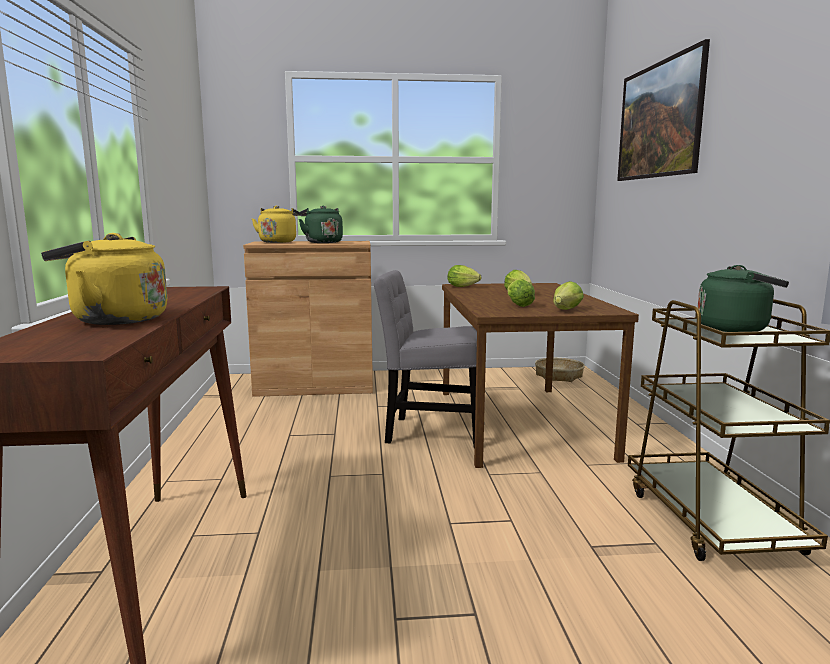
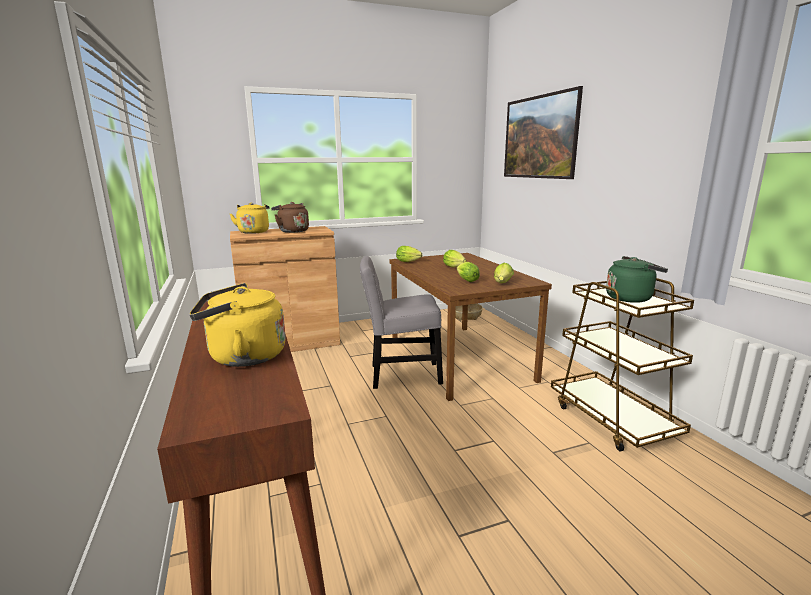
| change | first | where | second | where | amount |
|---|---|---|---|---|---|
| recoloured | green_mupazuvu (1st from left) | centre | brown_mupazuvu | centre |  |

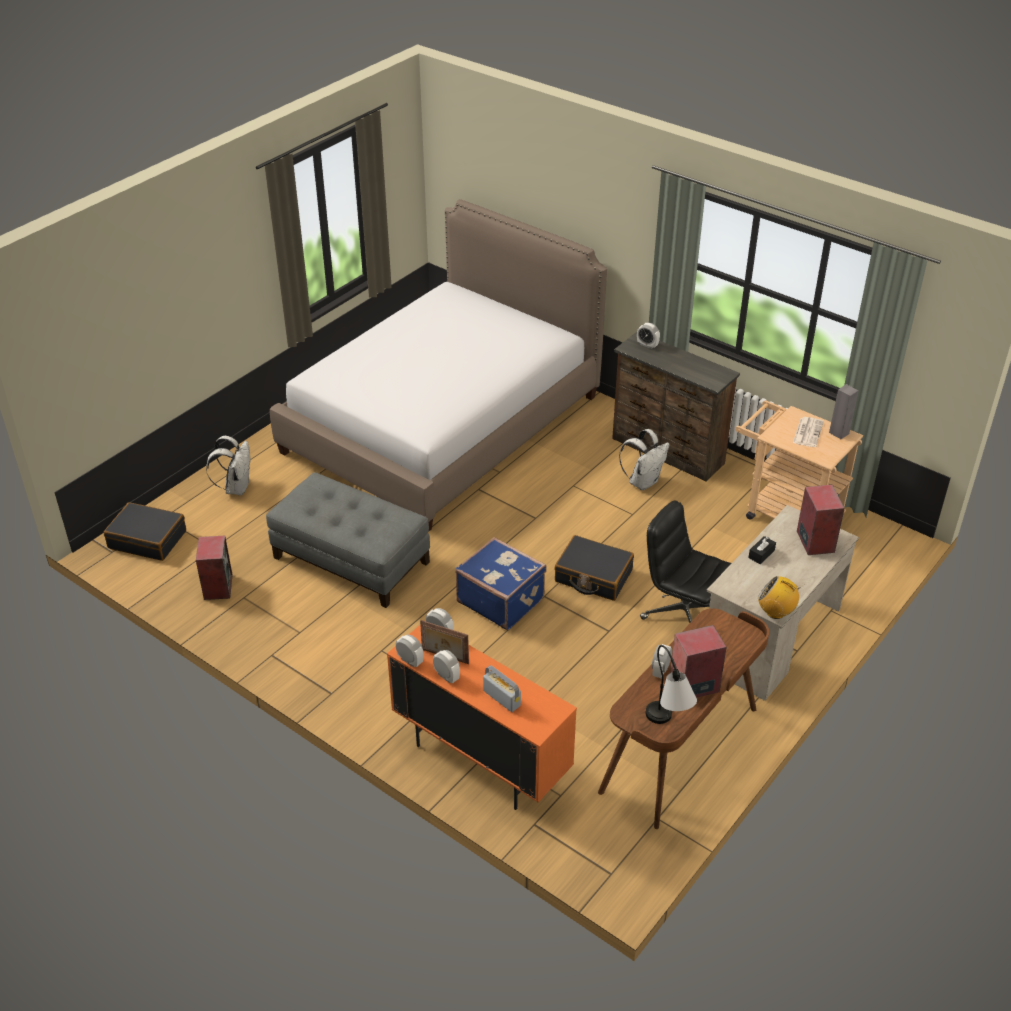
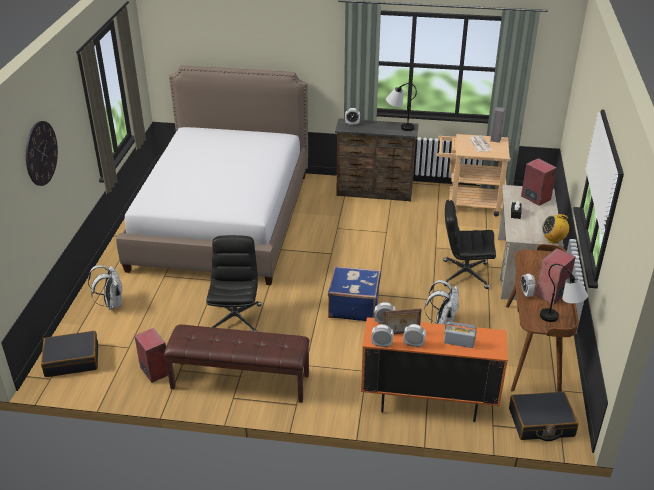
| change | first | where | second | where | amount |
|---|---|---|---|---|---|
| added |  |  | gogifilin | top left |  |
| added |  |  | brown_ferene | bottom centre |  |
| replaced | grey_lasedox | centre | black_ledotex (1st from left) | centre |  |
| added |  |  | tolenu (1st from left) | top centre |  |
| moved | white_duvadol (2nd from left) | centre |  | middle right |  |
| moved | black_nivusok (2nd from left) | centre |  | bottom right |  |

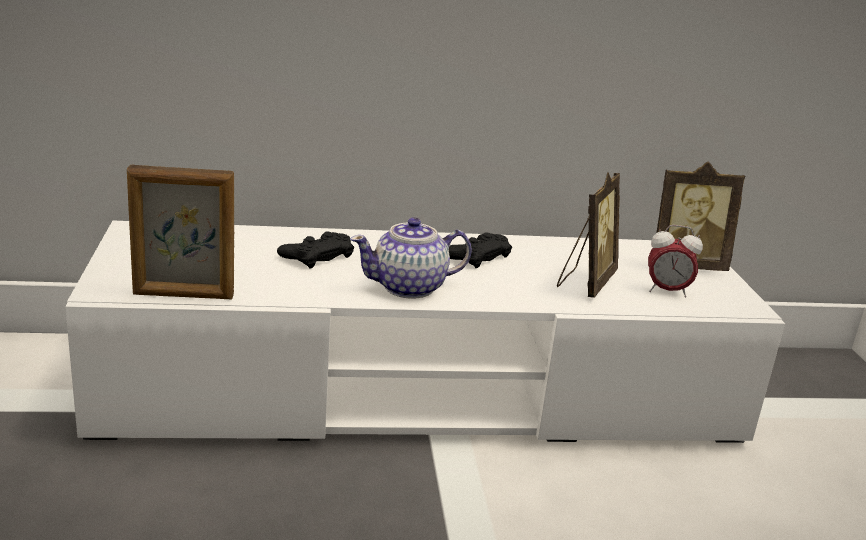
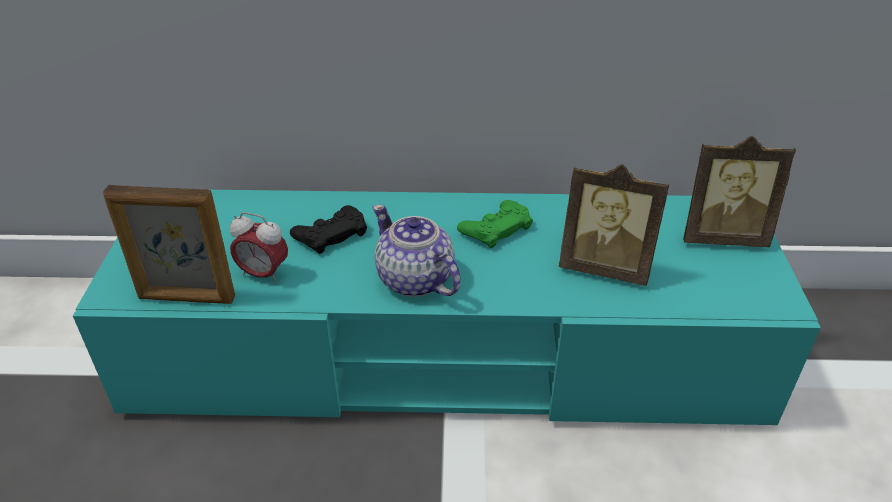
| change | first | where | second | where | amount |
|---|---|---|---|---|---|
| recoloured | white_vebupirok | centre | turquoise_vebupirok | centre |  |
| moved | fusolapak | middle right |  | middle left |  |
| turned | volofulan | centre |  | centre | 60 degrees clockwise |
| recoloured | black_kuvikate (2nd from left) | centre | green_kuvikate | centre |  |
| turned | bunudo (2nd from left) | middle right |  | middle right | 75 degrees clockwise |

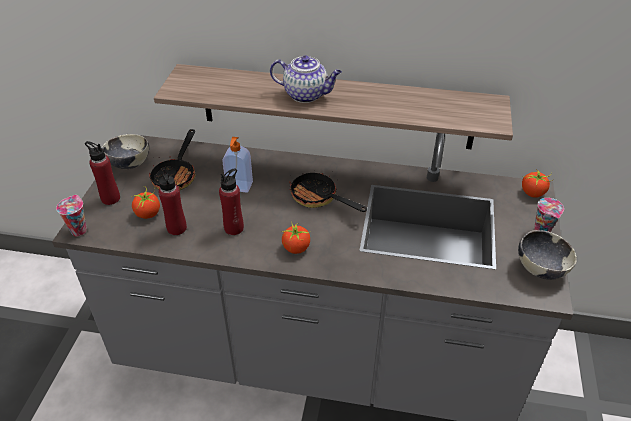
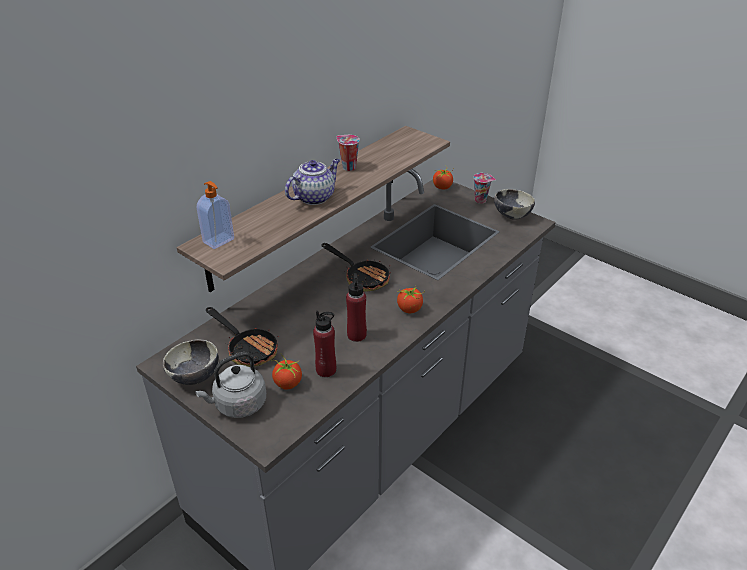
| change | first | where | second | where | amount |
|---|---|---|---|---|---|
| replaced | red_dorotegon (1st from left) | middle left | grey_mupazuvu | bottom left |  |
| moved | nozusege | centre |  | middle left |  |
| turned | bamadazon (2nd from left) | centre |  | centre | 120 degrees counterclockwise |
| moved | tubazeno (1st from left) | middle left |  | top centre |  |

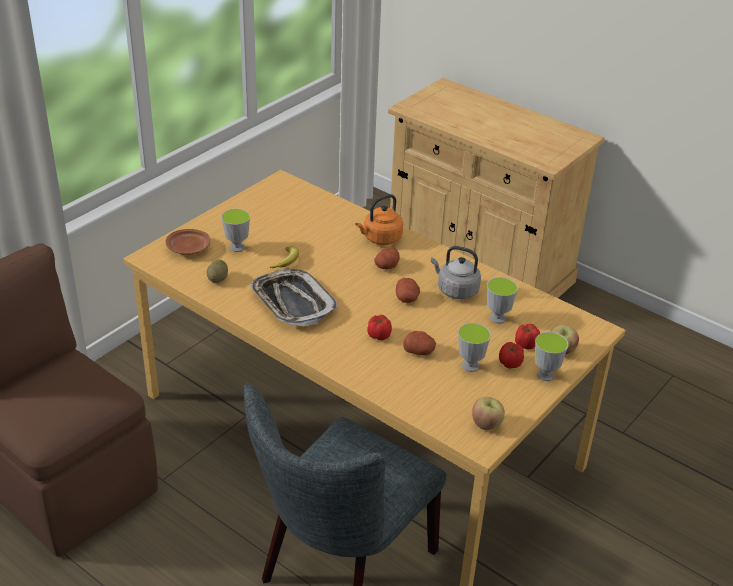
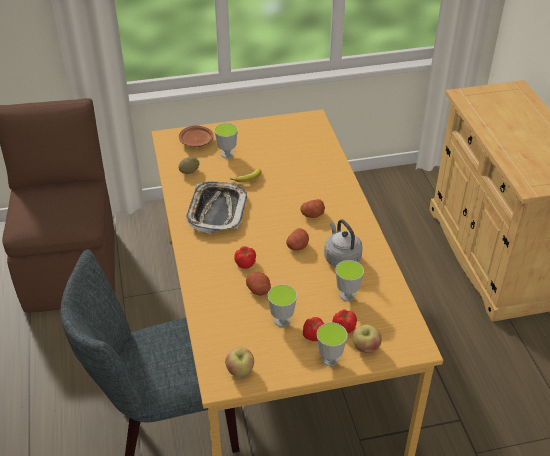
| change | first | where | second | where | amount |
|---|---|---|---|---|---|
| removed | orange_mupazuvu | centre |  |  |  |

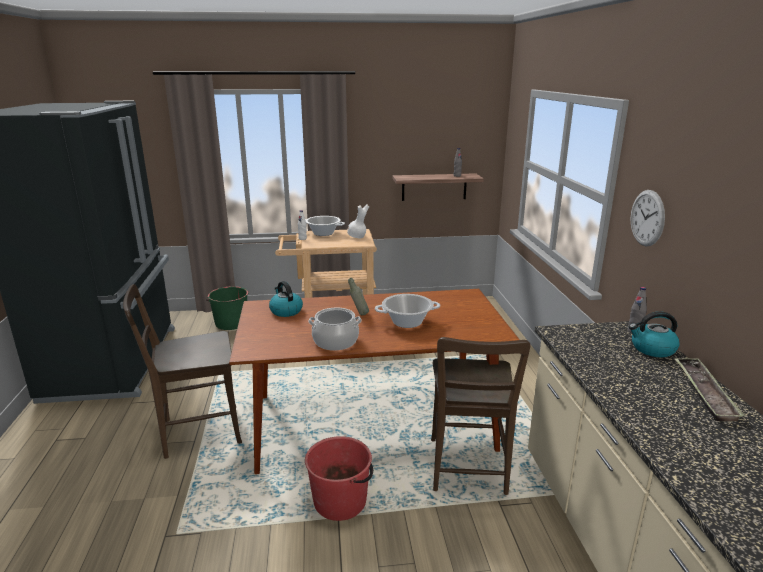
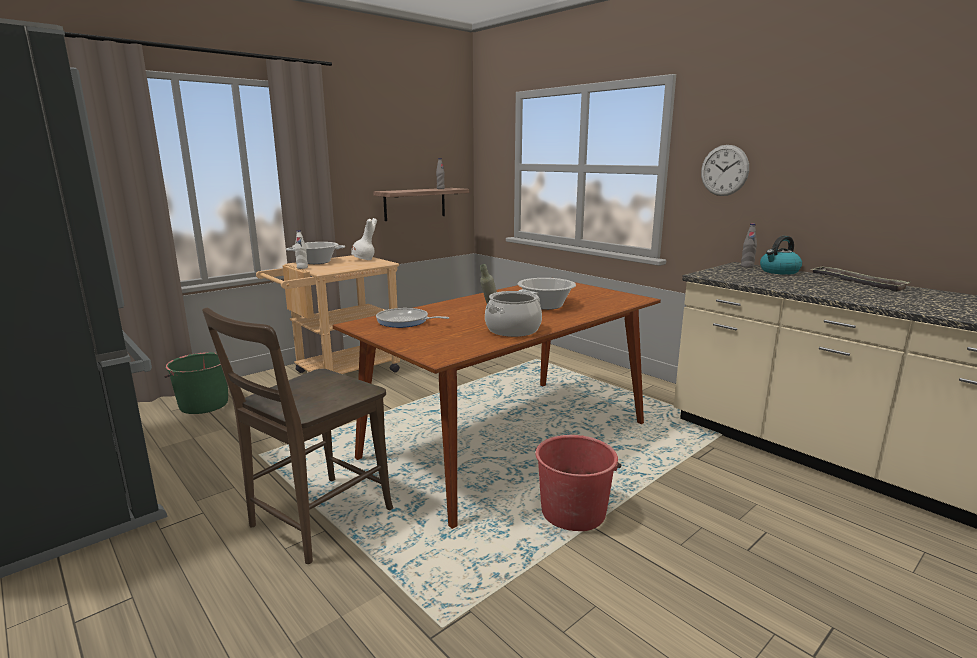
| change | first | where | second | where | amount |
|---|---|---|---|---|---|
| replaced | mupazuvu (1st from left) | centre | bamadazon | centre |  |
| removed | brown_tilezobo (2nd from left) | bottom centre |  |  |  |

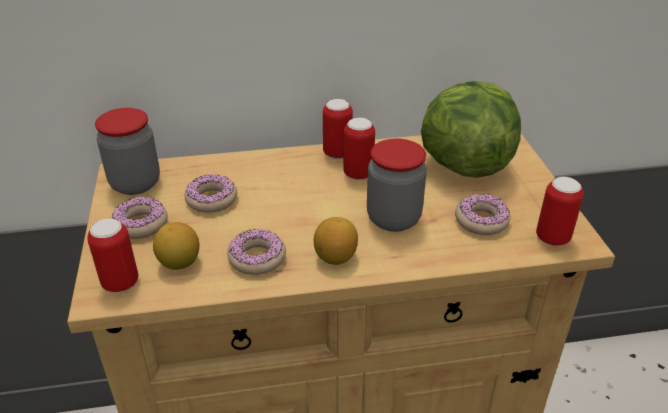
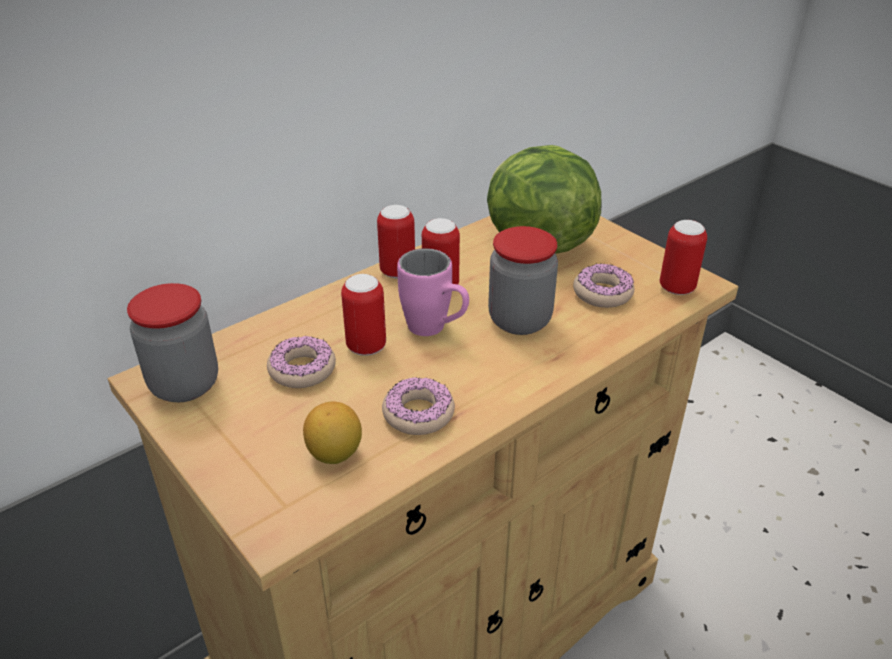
| change | first | where | second | where | amount |
|---|---|---|---|---|---|
| moved | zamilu (1st from left) | middle left |  | centre |  |
| added |  |  | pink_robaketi | centre |  |
| removed | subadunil (1st from left) | middle left |  |  |  |
| removed | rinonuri (2nd from left) | centre |  |  |  |

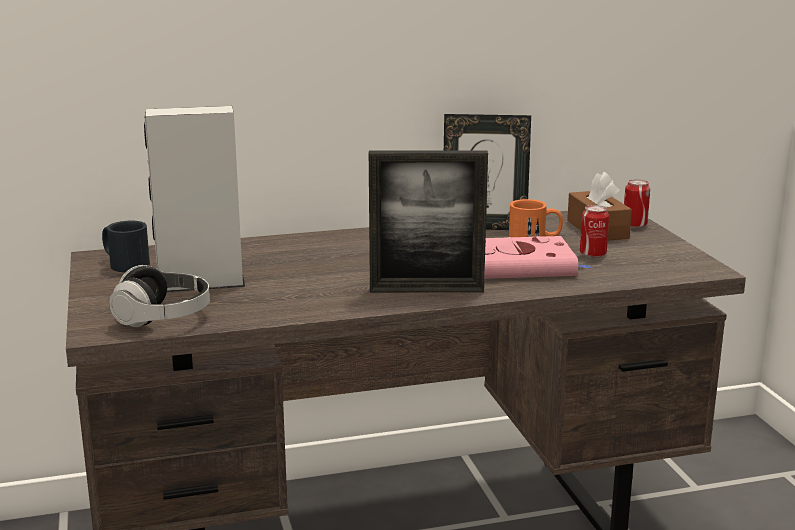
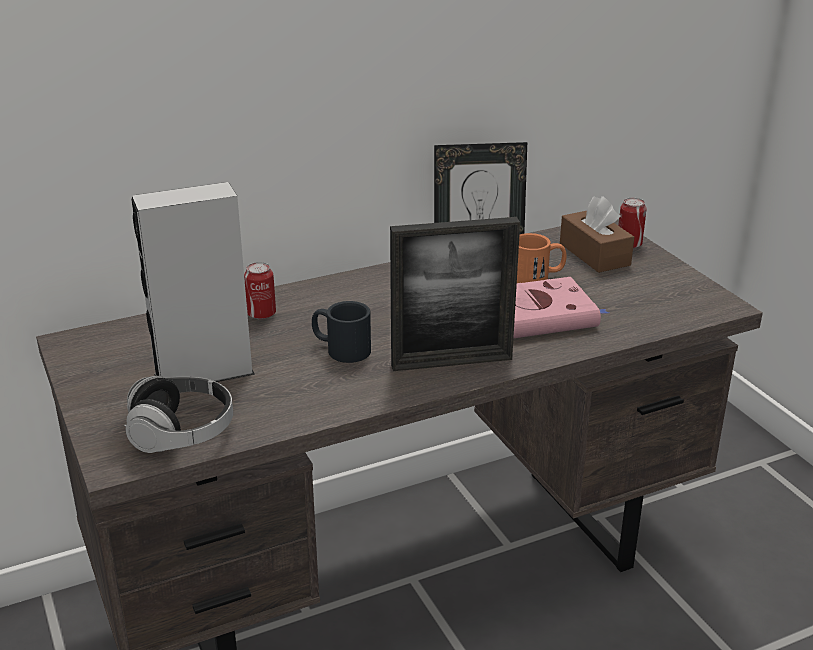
| change | first | where | second | where | amount |
|---|---|---|---|---|---|
| moved | zamilu (1st from left) | middle right |  | middle left |  |
| moved | black_robaketi | middle left |  | centre |  |

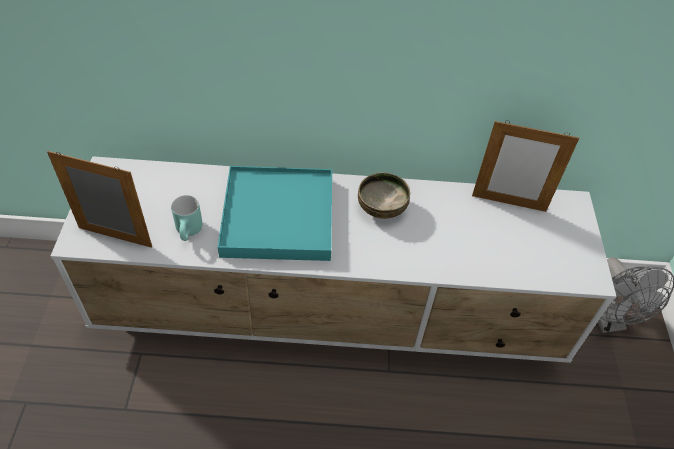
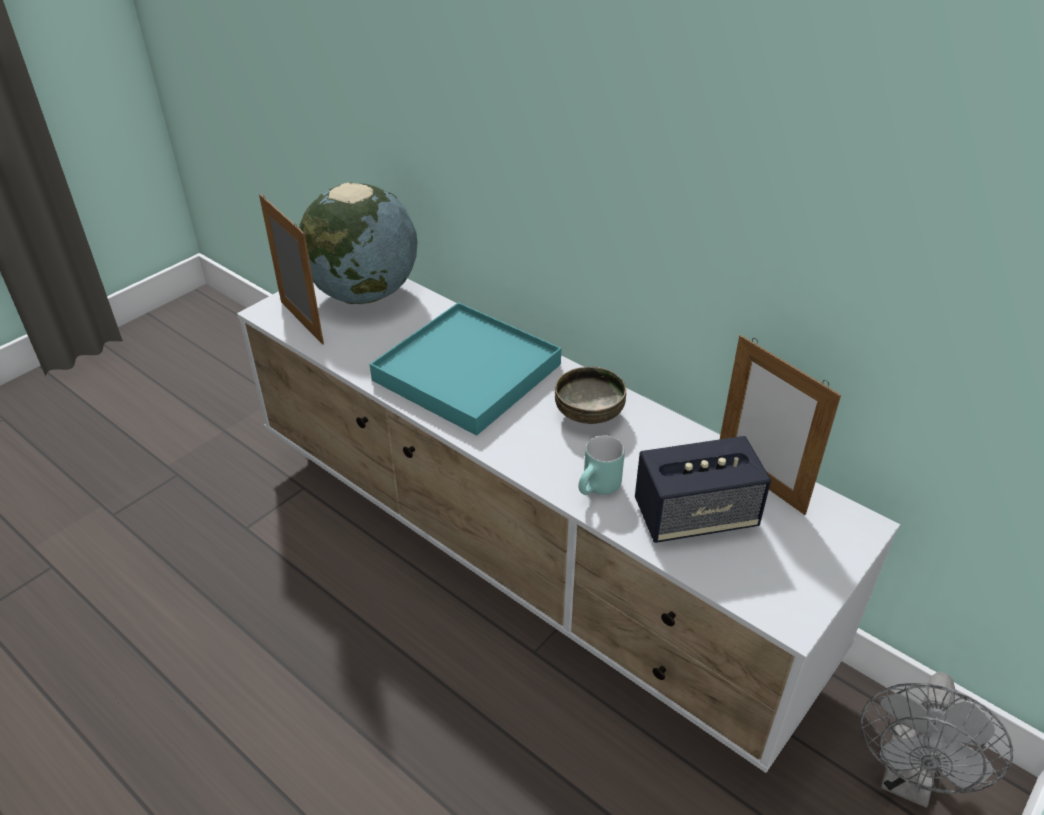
| change | first | where | second | where | amount |
|---|---|---|---|---|---|
| added |  |  | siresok | top centre |  |
| moved | turquoise_robaketi | middle left |  | centre |  |
| added |  |  | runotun | middle right |  |

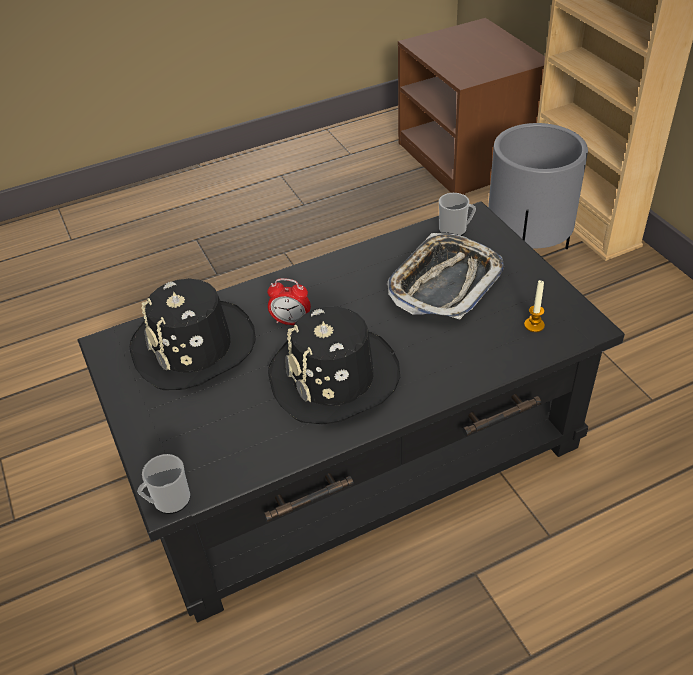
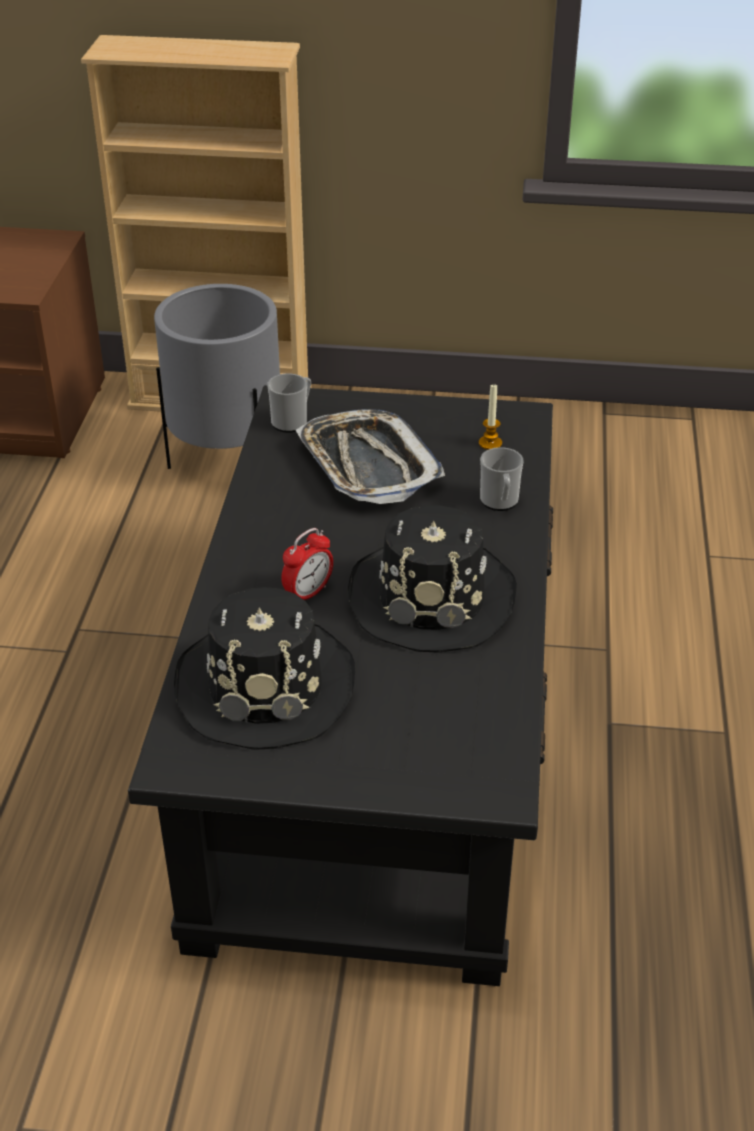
| change | first | where | second | where | amount |
|---|---|---|---|---|---|
| moved | robaketi (1st from left in the first image) | bottom left | robaketi (2nd from left) | centre |  |

